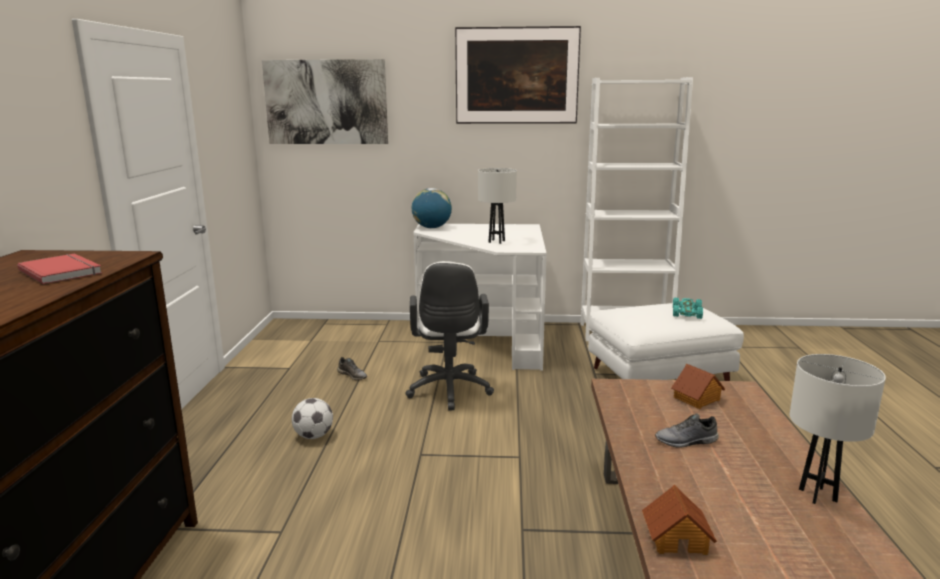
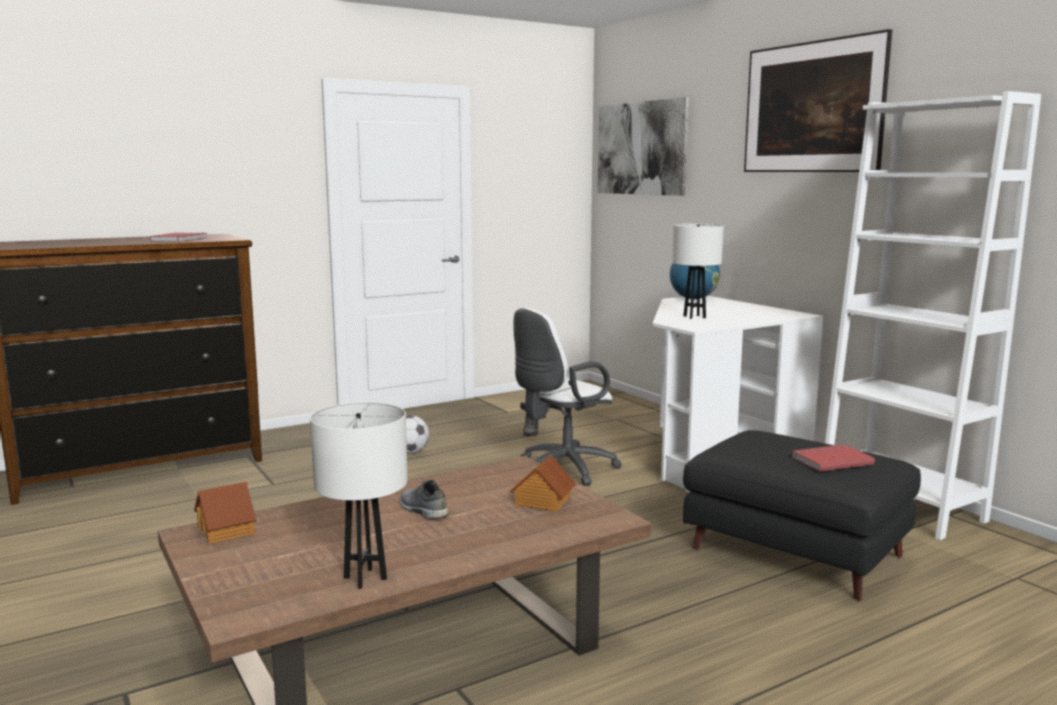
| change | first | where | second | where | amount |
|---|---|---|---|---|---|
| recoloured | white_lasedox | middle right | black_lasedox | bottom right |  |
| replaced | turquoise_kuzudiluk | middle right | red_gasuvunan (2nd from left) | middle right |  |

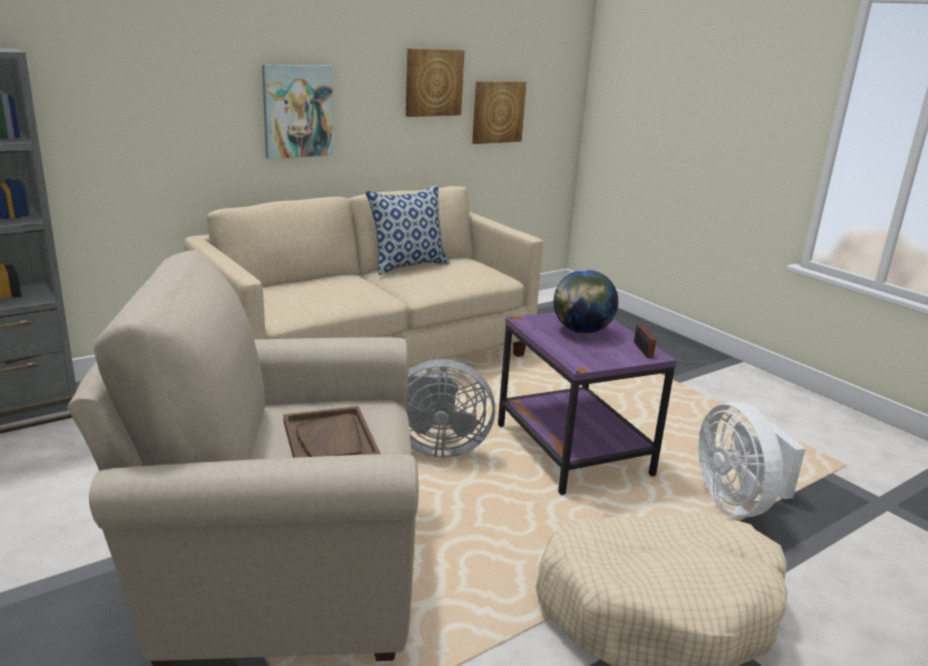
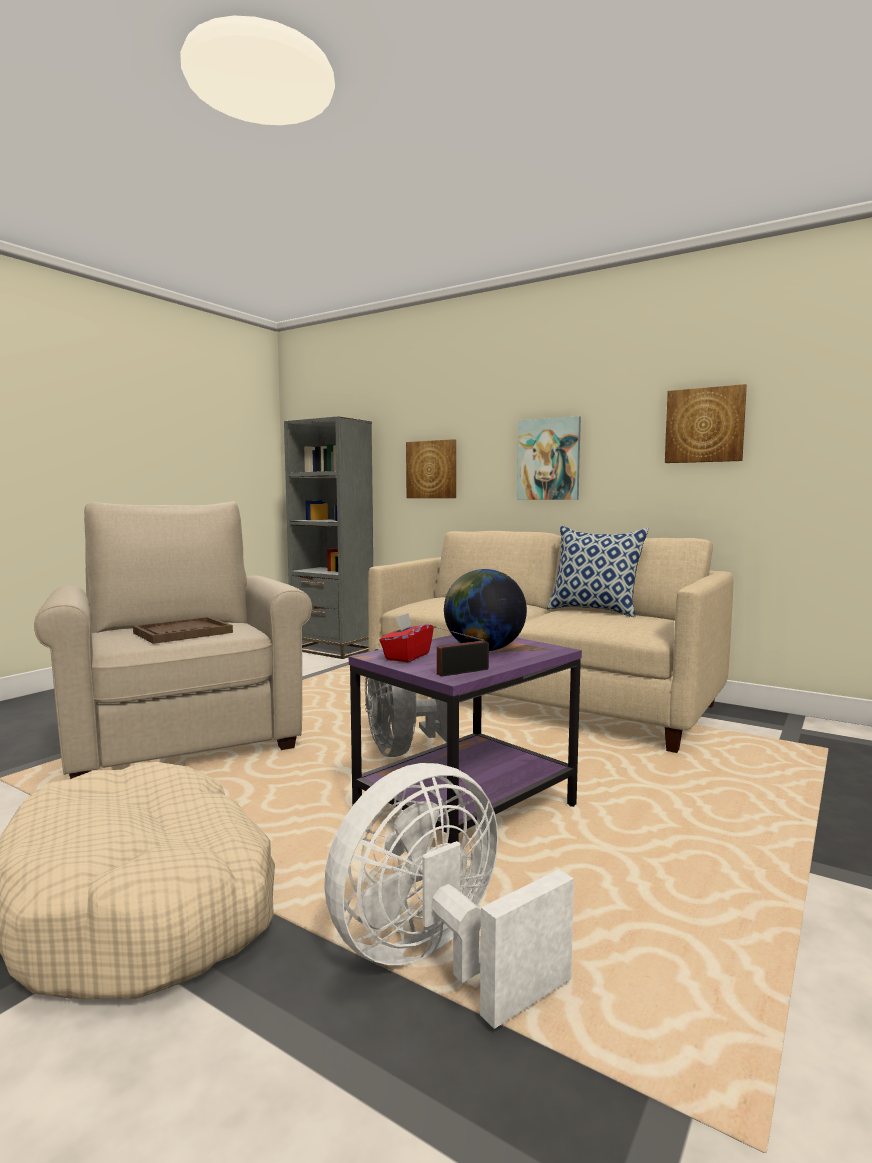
| change | first | where | second | where | amount |
|---|---|---|---|---|---|
| added |  |  | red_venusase | centre |  |
| moved | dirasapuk (3rd from left in the first image) | top centre | dirasapuk (1st from left) | centre |  |

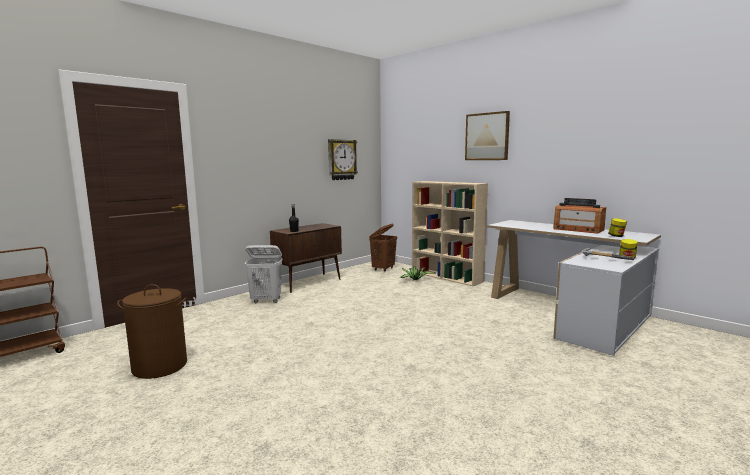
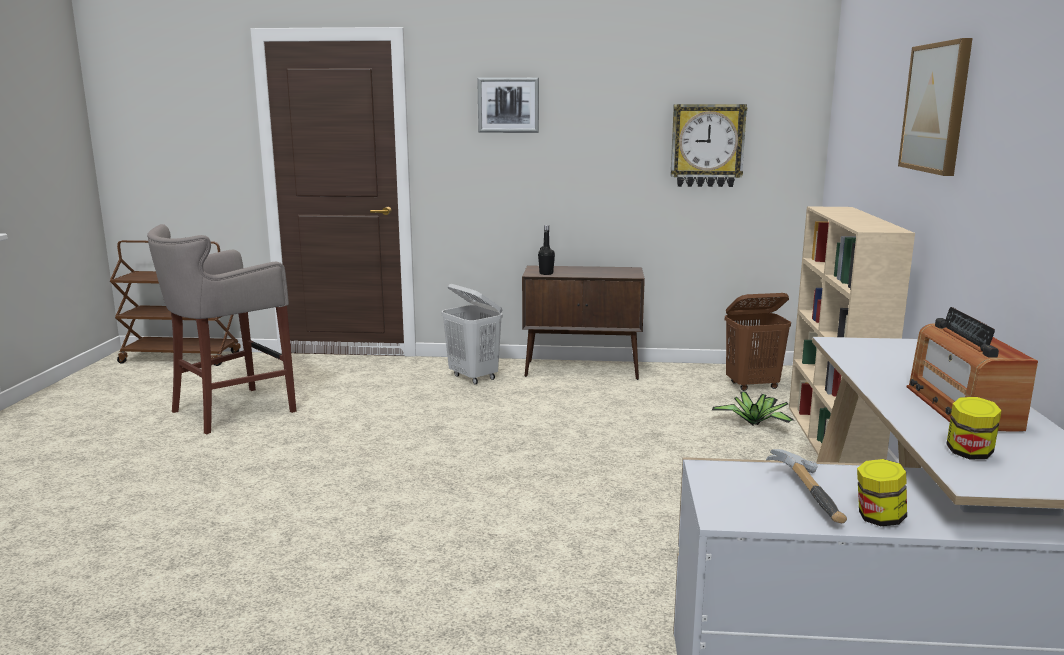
| change | first | where | second | where | amount |
|---|---|---|---|---|---|
| replaced | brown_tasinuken (1st from left) | bottom left | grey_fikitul | middle left |  |
| added |  |  | dirasapuk (1st from left) | top centre |  |

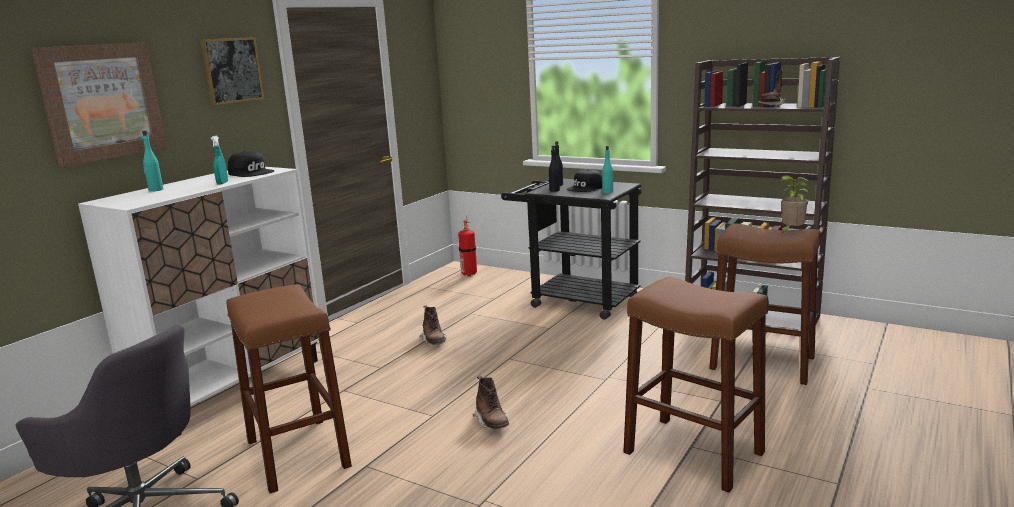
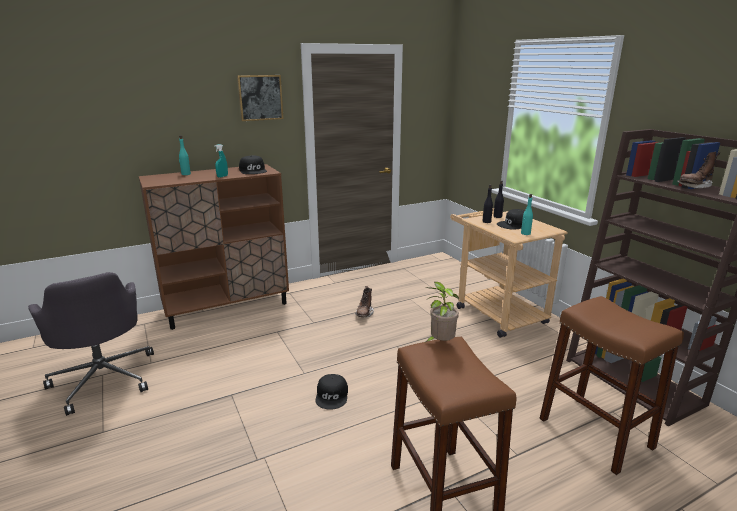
| change | first | where | second | where | amount |
|---|---|---|---|---|---|
| recoloured | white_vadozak | middle left | brown_vadozak | middle left |  |
| replaced | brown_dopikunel (2nd from left) | bottom centre | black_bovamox (2nd from left) | bottom centre |  |
| moved | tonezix | middle right |  | centre |  |
| recoloured | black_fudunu | centre | beige_fudunu | middle right |  |
| removed | dirasapuk (1st from left) | top left |  |  |  |
| removed | brown_fikitul (1st from left) | bottom left |  |  |  |
| removed | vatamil | centre |  |  |  |

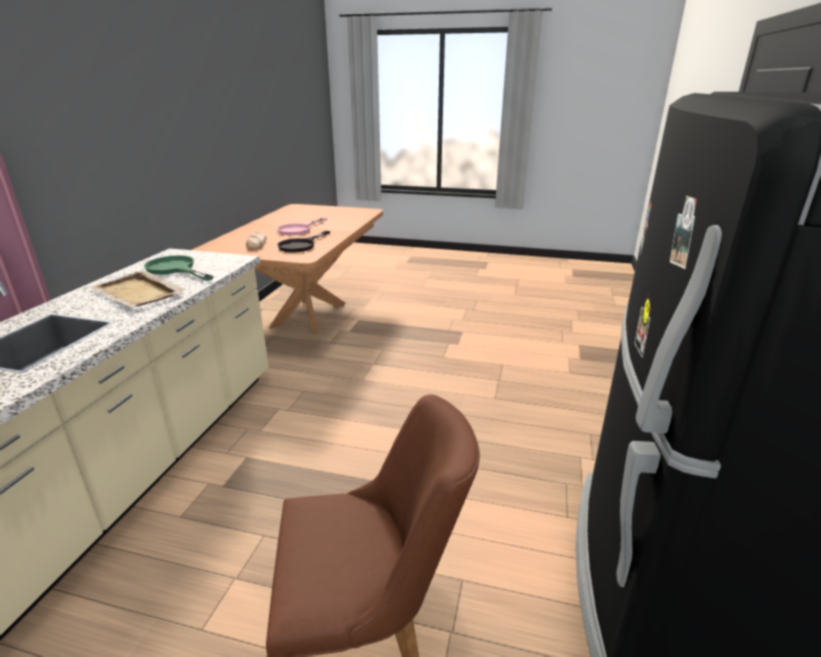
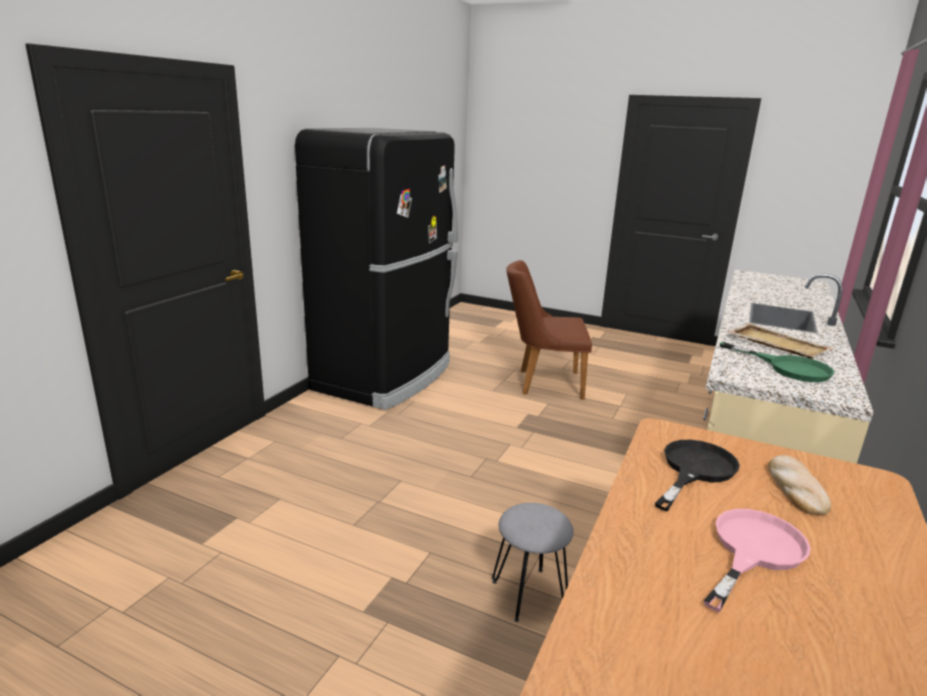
| change | first | where | second | where | amount |
|---|---|---|---|---|---|
| added |  |  | grey_fikitul | bottom centre |  |

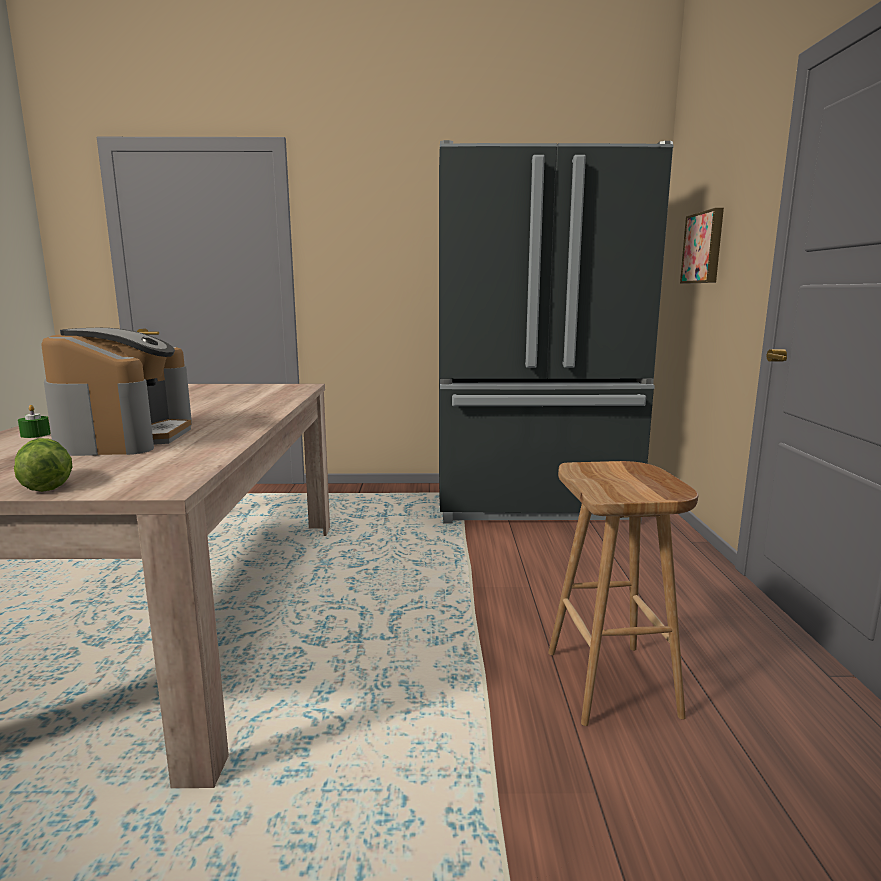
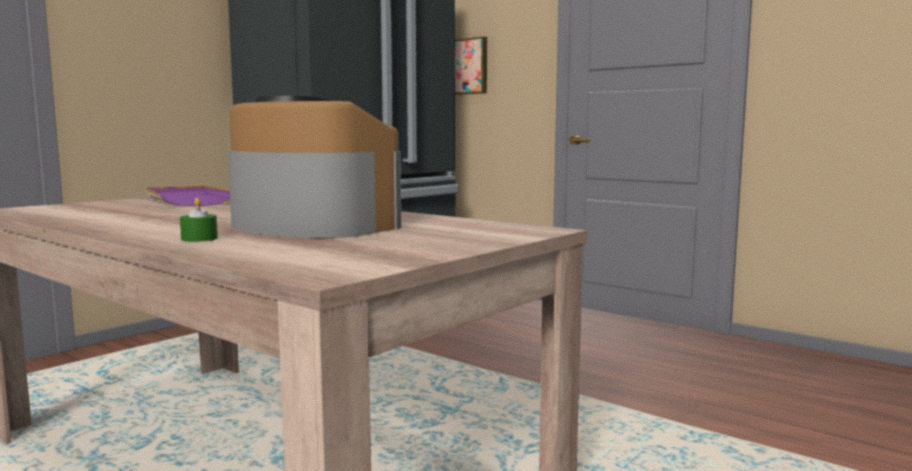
| change | first | where | second | where | amount |
|---|---|---|---|---|---|
| added |  |  | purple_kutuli | middle left |  |
| removed | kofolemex | middle left |  |  |  |
| removed | brown_fikitul | bottom right |  |  |  |

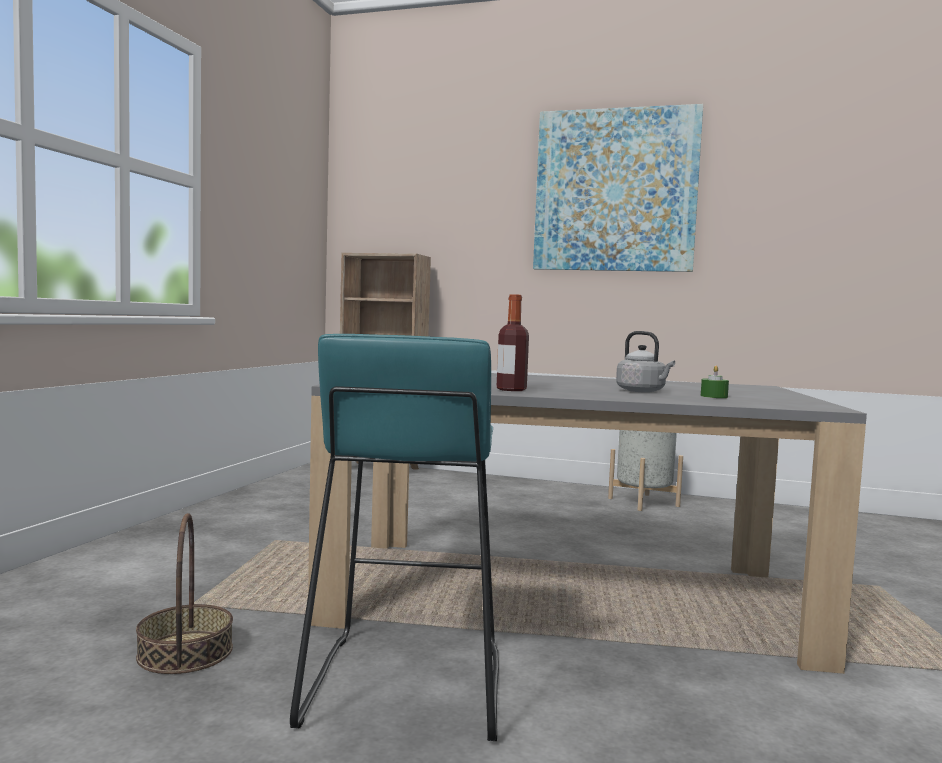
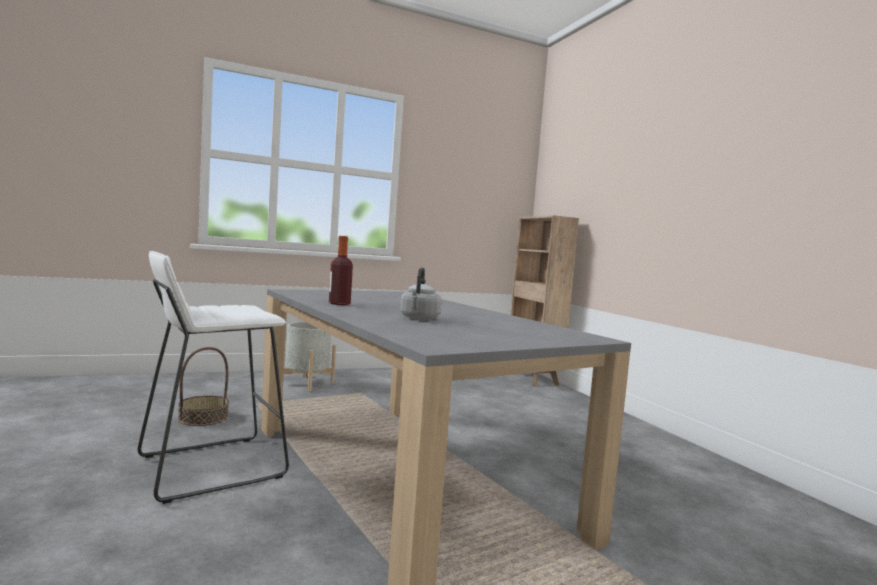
| change | first | where | second | where | amount |
|---|---|---|---|---|---|
| recoloured | turquoise_fikitul | bottom centre | white_fikitul | middle left |  |
| moved | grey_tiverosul | middle right |  | centre |  |
| removed | dirasapuk | top centre |  |  |  |
| removed | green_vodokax | middle right |  |  |  |

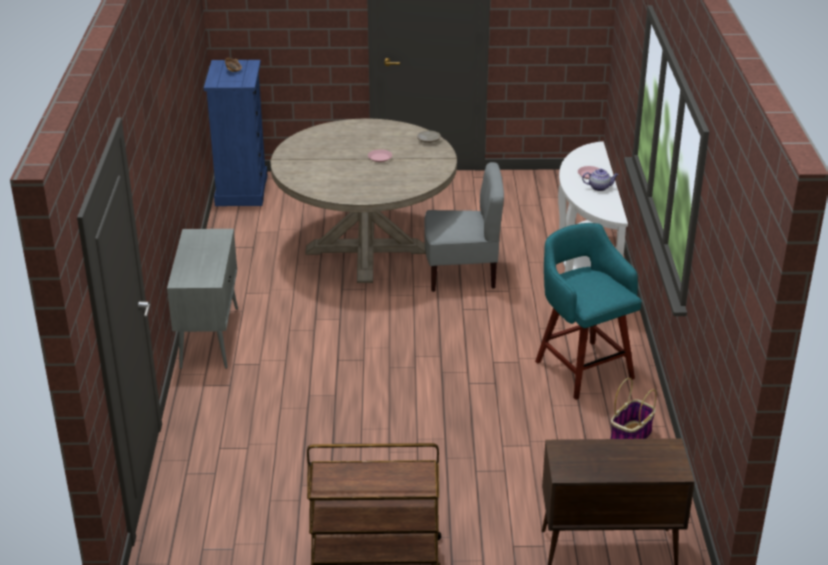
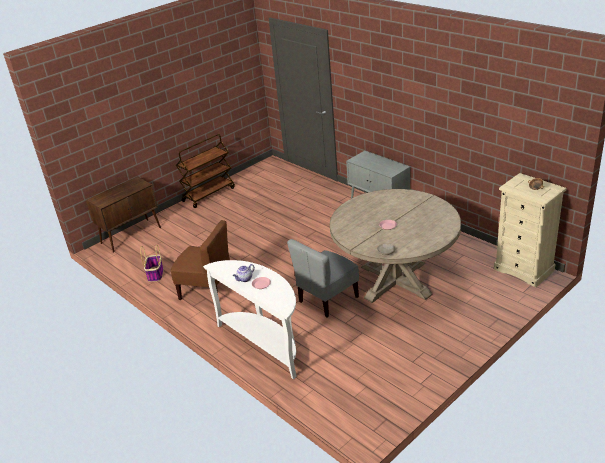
| change | first | where | second | where | amount |
|---|---|---|---|---|---|
| replaced | turquoise_fikitul | middle right | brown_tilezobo | middle left |  |
| recoloured | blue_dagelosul | top left | beige_dagelosul | middle right |  |

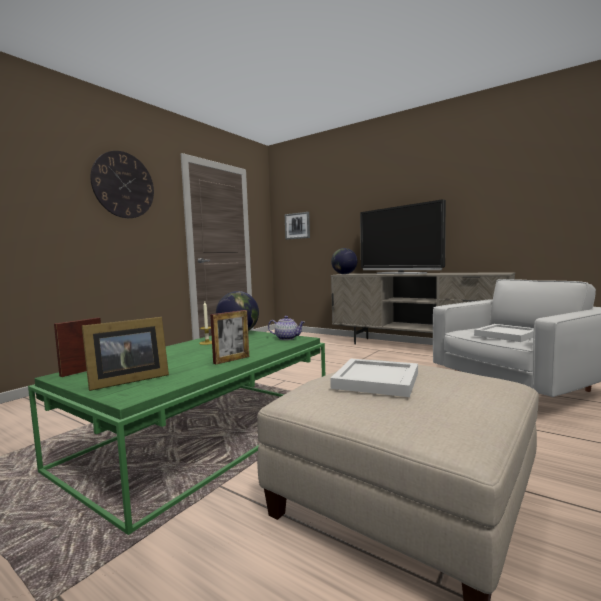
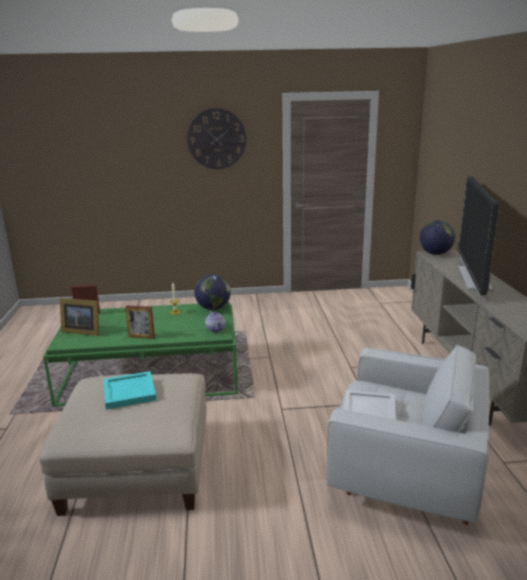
| change | first | where | second | where | amount |
|---|---|---|---|---|---|
| recoloured | white_kutuli (1st from left) | centre | turquoise_kutuli | bottom left |  |
| removed | dirasapuk | centre |  |  |  |

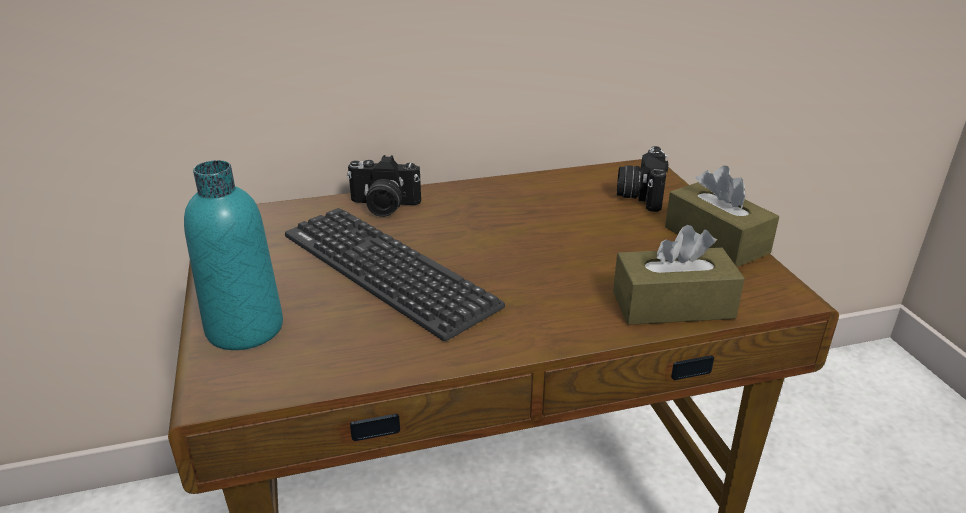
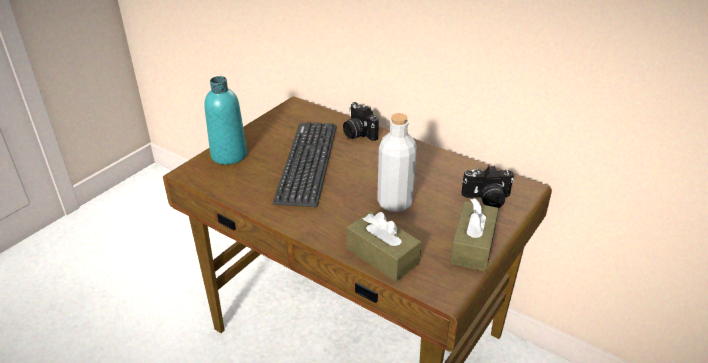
| change | first | where | second | where | amount |
|---|---|---|---|---|---|
| added |  |  | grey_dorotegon | centre |  |
| turned | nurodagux (2nd from left) | centre |  | middle right | 150 degrees counterclockwise |

